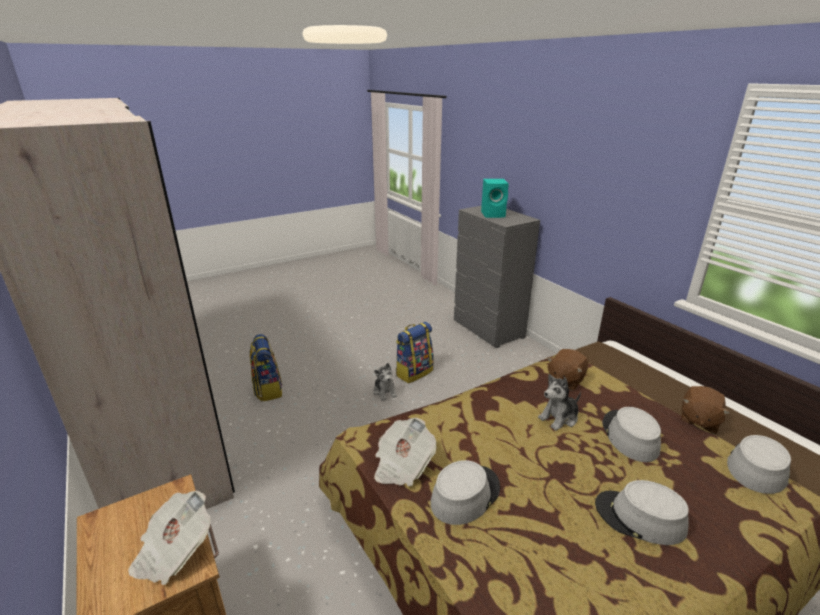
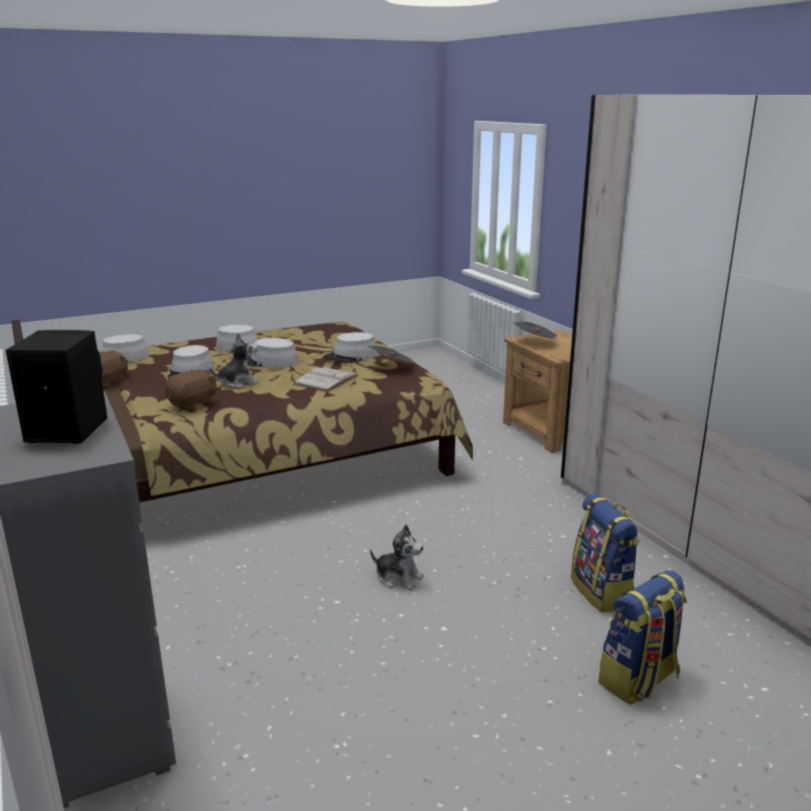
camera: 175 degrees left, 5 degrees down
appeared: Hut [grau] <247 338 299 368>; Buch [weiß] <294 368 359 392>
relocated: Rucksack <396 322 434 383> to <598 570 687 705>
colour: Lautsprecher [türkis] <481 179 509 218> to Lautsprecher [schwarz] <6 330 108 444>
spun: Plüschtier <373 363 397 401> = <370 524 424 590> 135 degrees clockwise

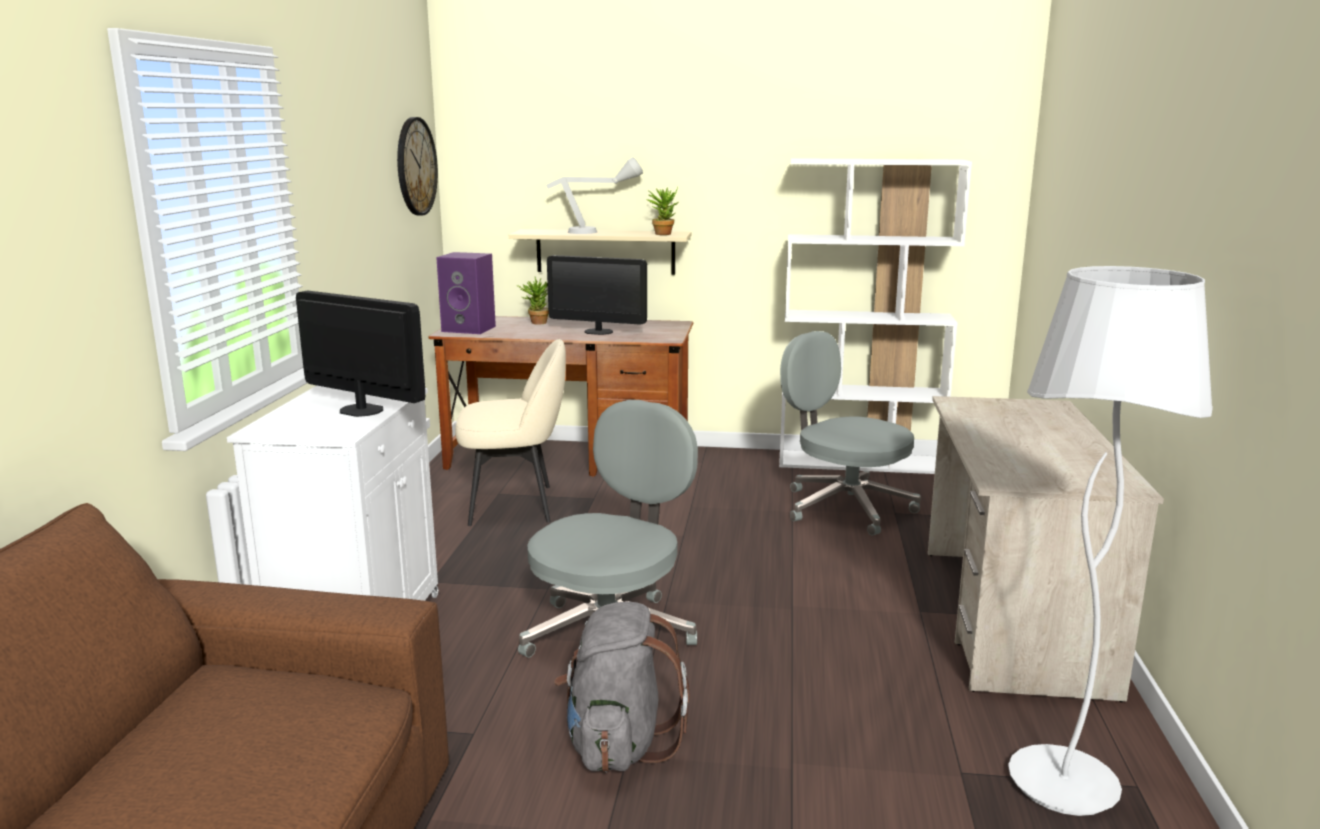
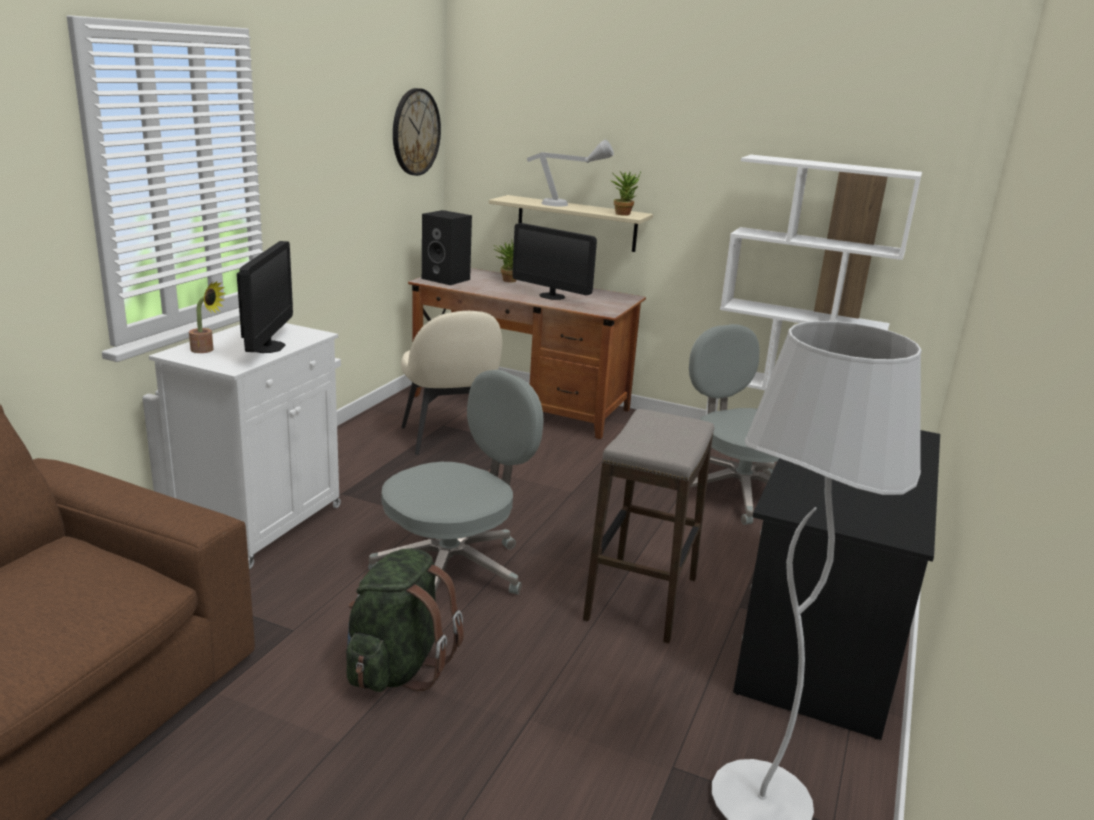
camera: 15 degrees right, 5 degrees up
appeared: Topfpflanze <189 280 226 353>; Hocker <583 409 714 643>
colour: Lautsprecher [lila] <436 252 496 334> to Lautsprecher [schwarz] <422 210 472 285>; Rucksack [grau] <554 601 690 772> to Rucksack [grün] <346 548 464 692>; Schreibtisch [beige] <928 396 1164 702> to Schreibtisch [schwarz] <733 430 940 740>
spun: Monitor <296 290 425 417> = <237 241 293 353> 45 degrees clockwise; Stuhl [beige] <455 339 566 526> = <401 311 502 455> 60 degrees clockwise

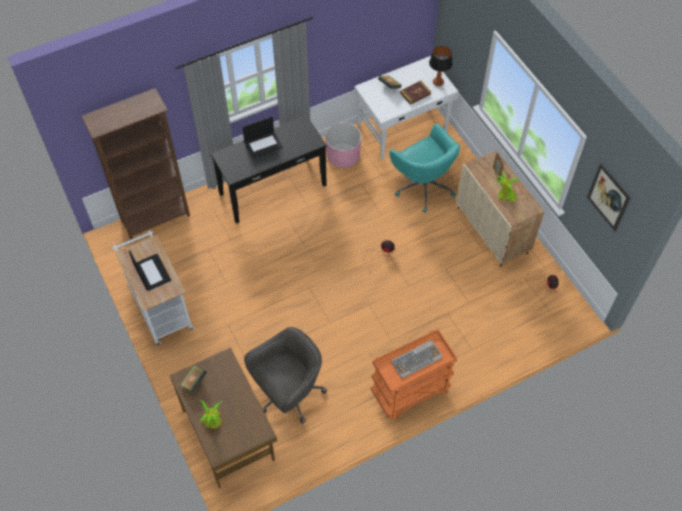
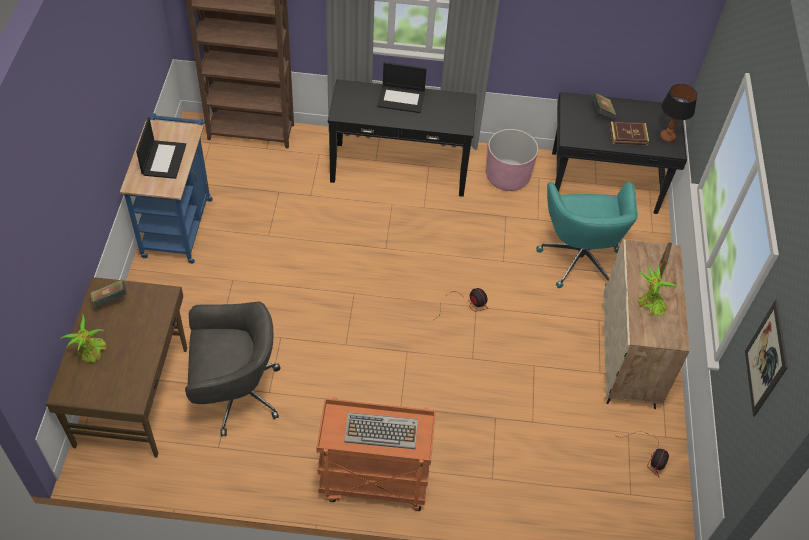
camera: 30 degrees right, 5 degrees down
colour: Rollwagen [weiß] <112 230 194 345> to Rollwagen [blau] <120 113 213 264>; Schreibtisch [weiß] <354 56 459 159> to Schreibtisch [schwarz] <552 92 687 214>

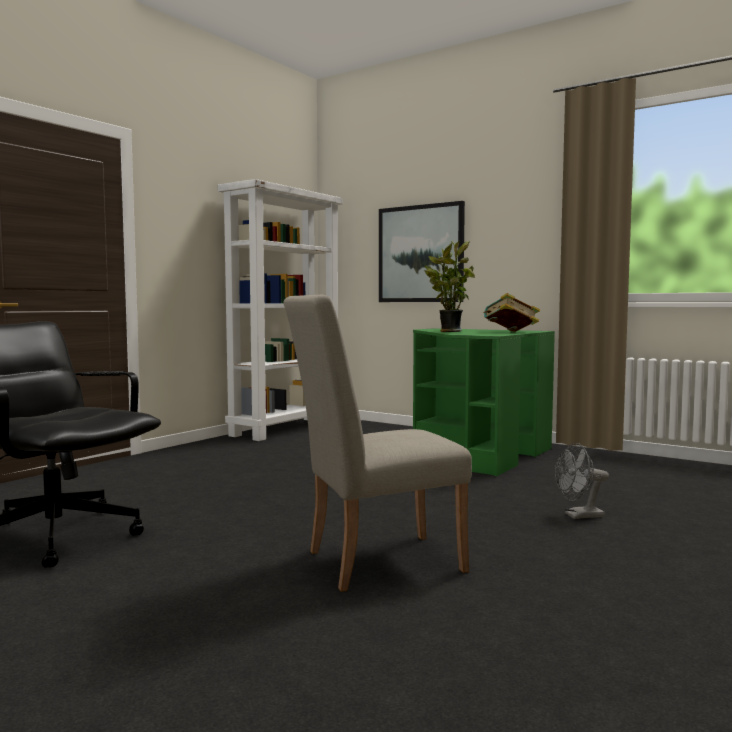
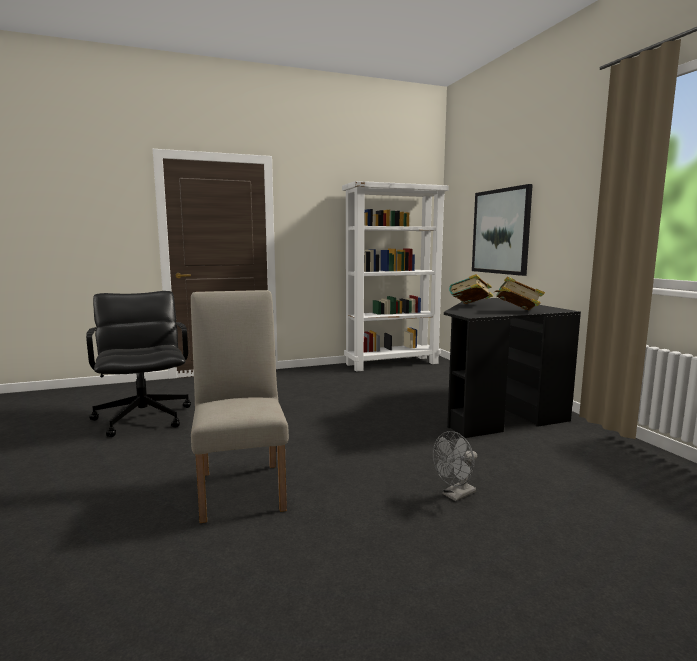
camera: 35 degrees right, 5 degrees up
exchanged: Topfpflanze <424 241 475 332> to Buch <449 274 493 304>
colour: Schreibtisch [grün] <413 328 555 476> to Schreibtisch [schwarz] <444 298 581 438>
spun: Stuhl [beige] <283 295 472 592> = <191 290 289 523> 60 degrees clockwise; Ventilator [grau] <555 443 609 519> = <433 431 477 501> 60 degrees counterclockwise

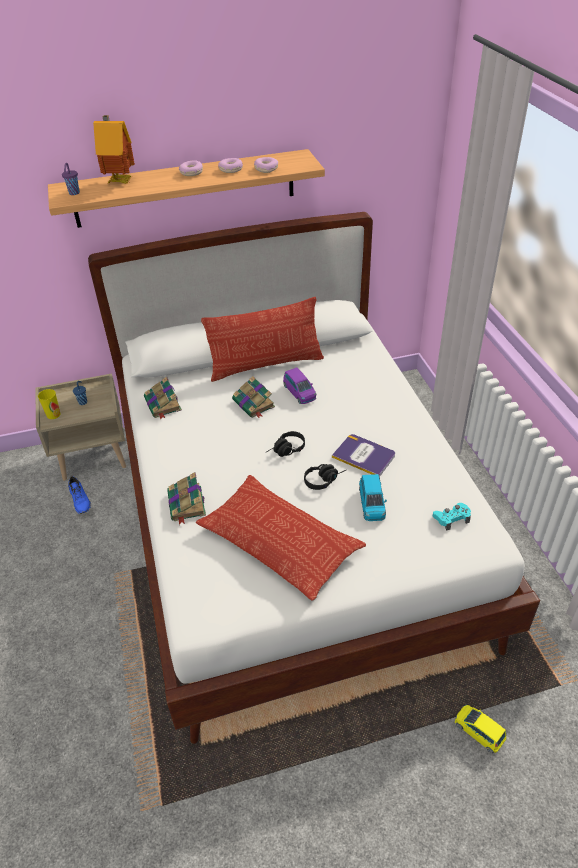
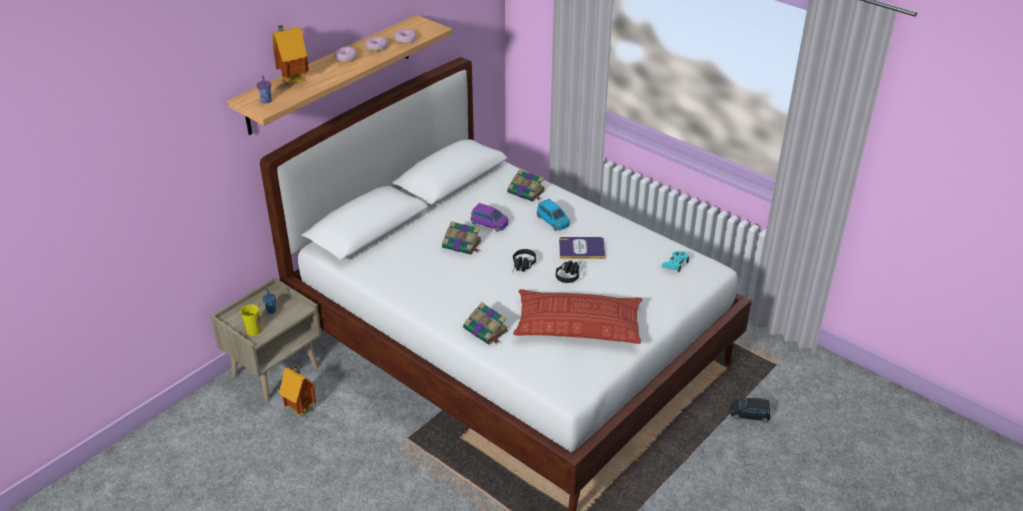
camera: 35 degrees left, 5 degrees down
missing: Kissen <201 297 324 382>
relocated: Buch <144 377 182 419> to <507 169 545 202>; Spielzeugauto [blau] <359 474 387 521> to <537 199 570 231>
exchanged: Schuh [blau] <68 476 91 514> to Spielzeughaus <279 365 317 418>
colour: Spielzeugauto [gelb] <455 705 507 753> to Spielzeugauto [schwarz] <730 398 770 423>

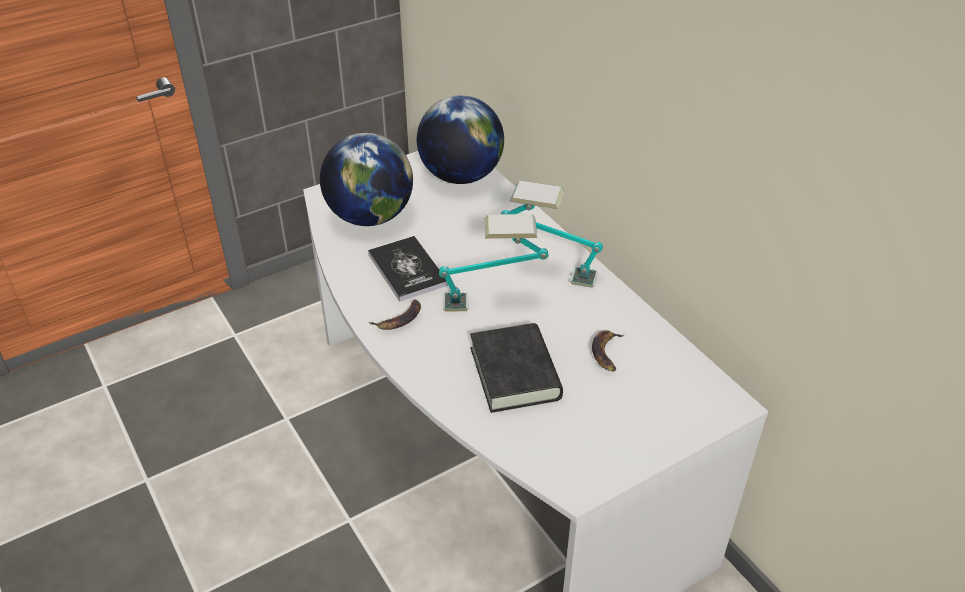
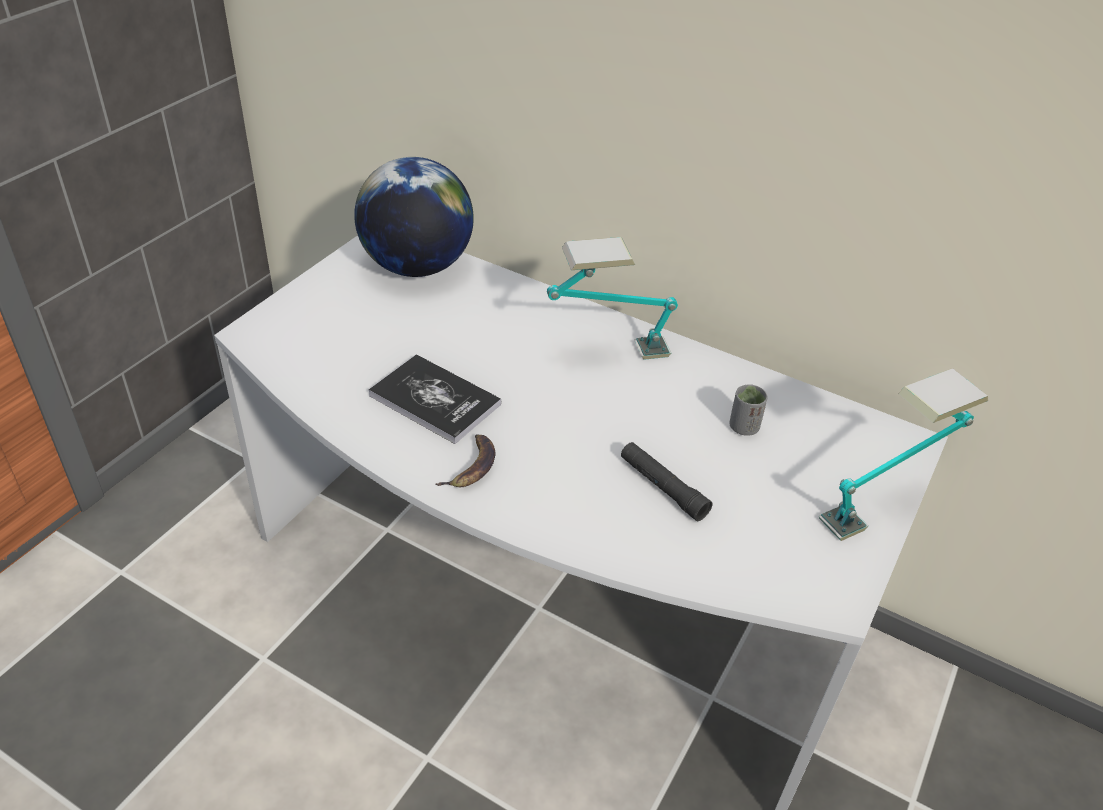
camera: 30 degrees left, 0 degrees up
missing: Globus <320 133 413 226>
relocated: Tischlampe <439 214 548 312> to <819 368 988 541>
exchanged: Buch [schwarz] <470 323 563 413> to Taschenlampe [schwarz] <621 442 713 521>; Banane <592 330 624 372> to Tasse [grau] <730 384 768 436>

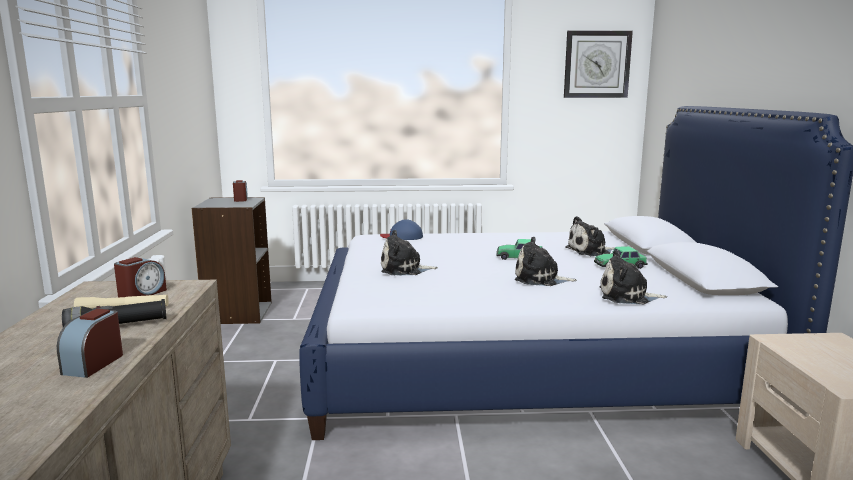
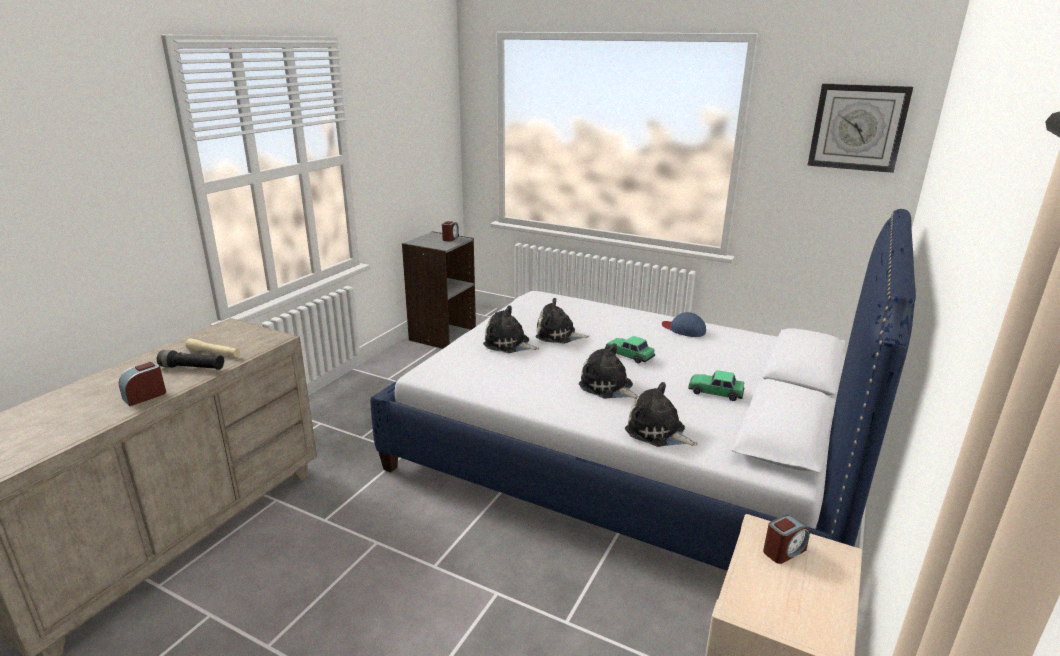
camera: 30 degrees right, 10 degrees up
relocated: Wecker <114 257 167 297> to <763 515 810 564>; Kappe [blau] <380 219 423 240> to <662 312 706 337>; Plüschtier <565 216 614 256> to <535 298 590 344>

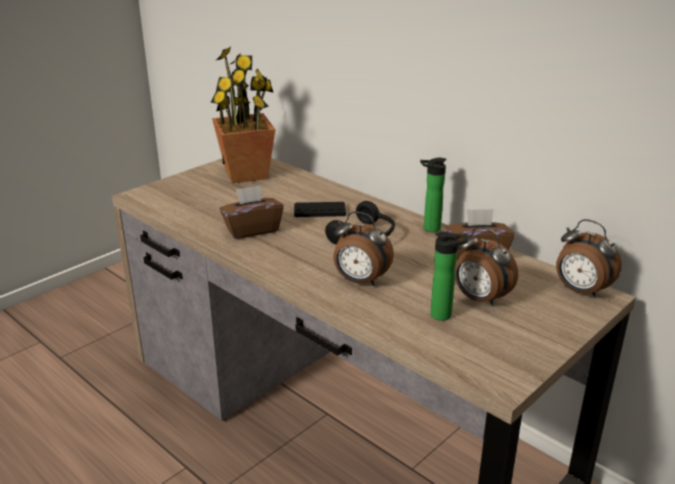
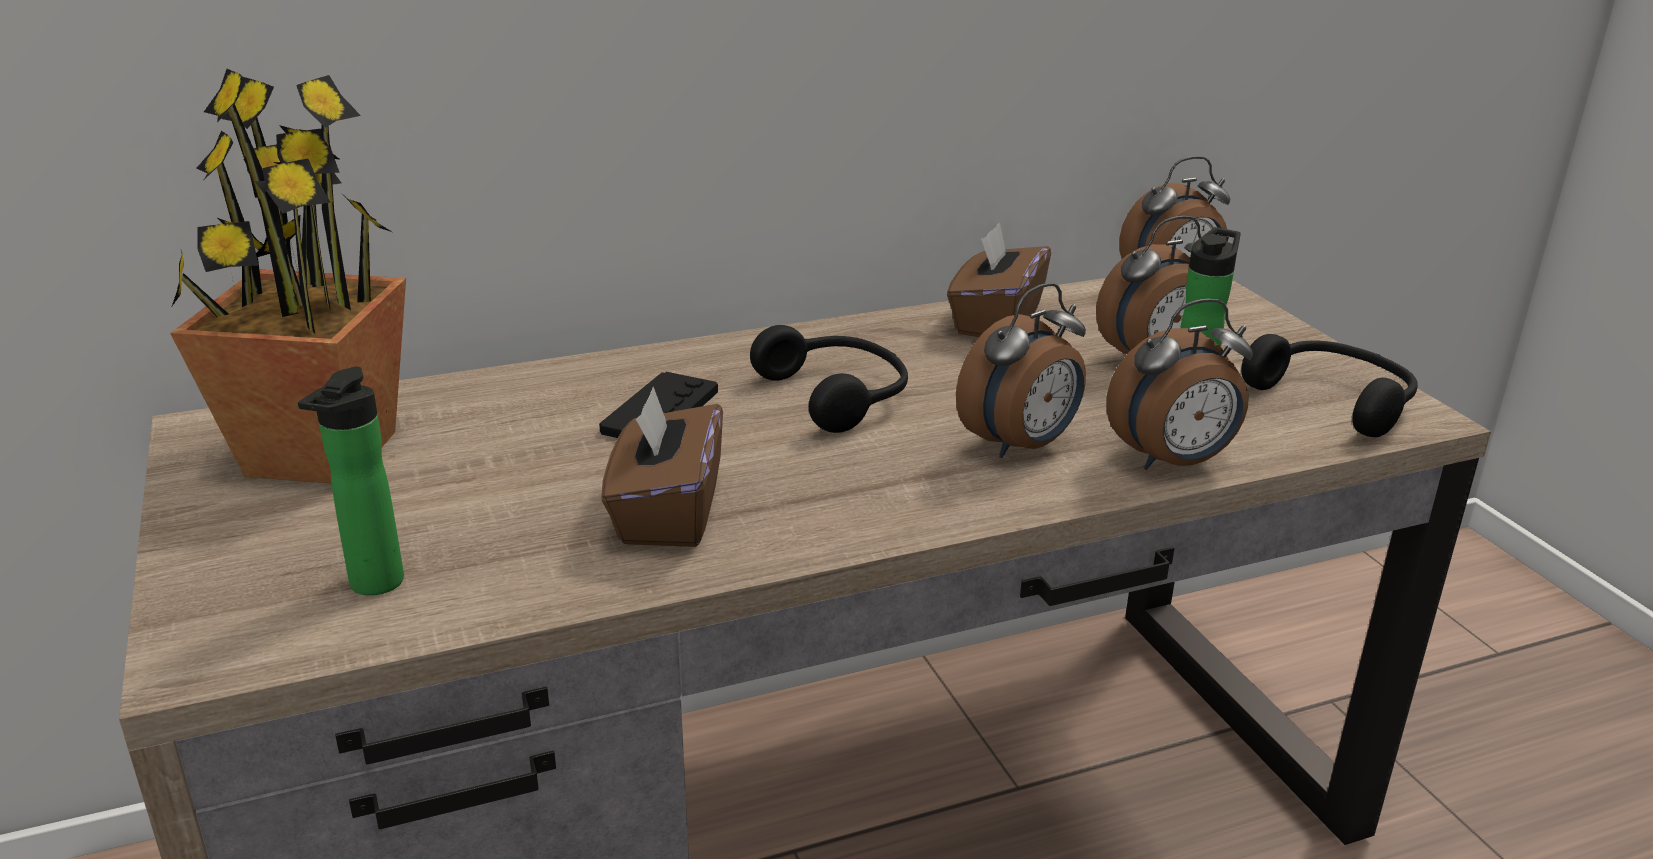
camera: 65 degrees left, 0 degrees up
appeared: Wecker <1106 299 1253 470>; Kopfhörer [schwarz] <1241 334 1418 437>
relocated: Flasche <420 158 447 232> to <298 366 404 596>

